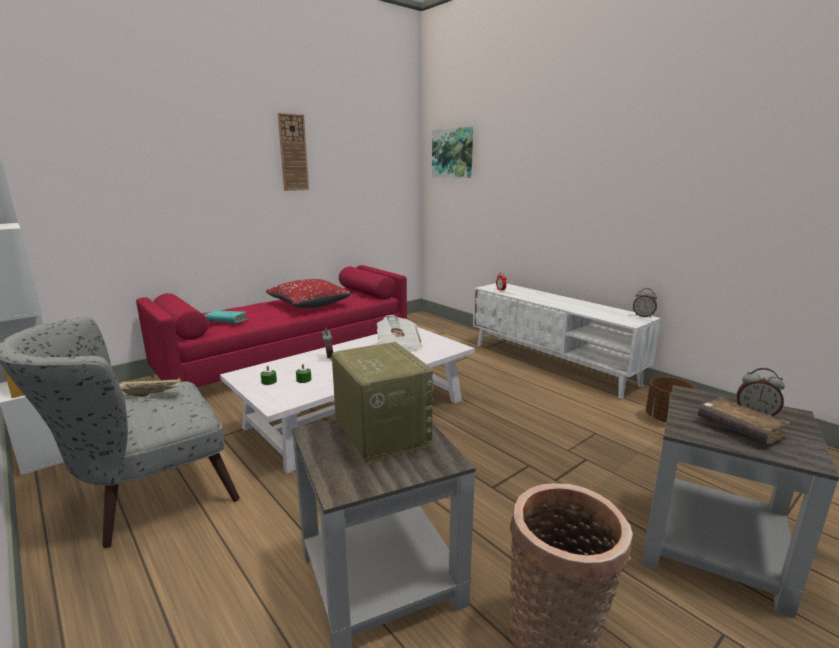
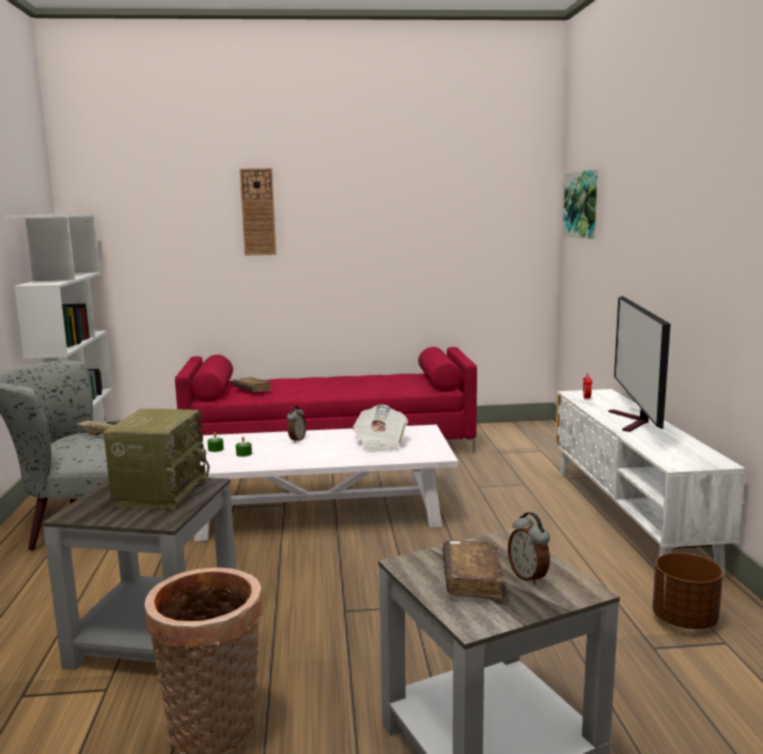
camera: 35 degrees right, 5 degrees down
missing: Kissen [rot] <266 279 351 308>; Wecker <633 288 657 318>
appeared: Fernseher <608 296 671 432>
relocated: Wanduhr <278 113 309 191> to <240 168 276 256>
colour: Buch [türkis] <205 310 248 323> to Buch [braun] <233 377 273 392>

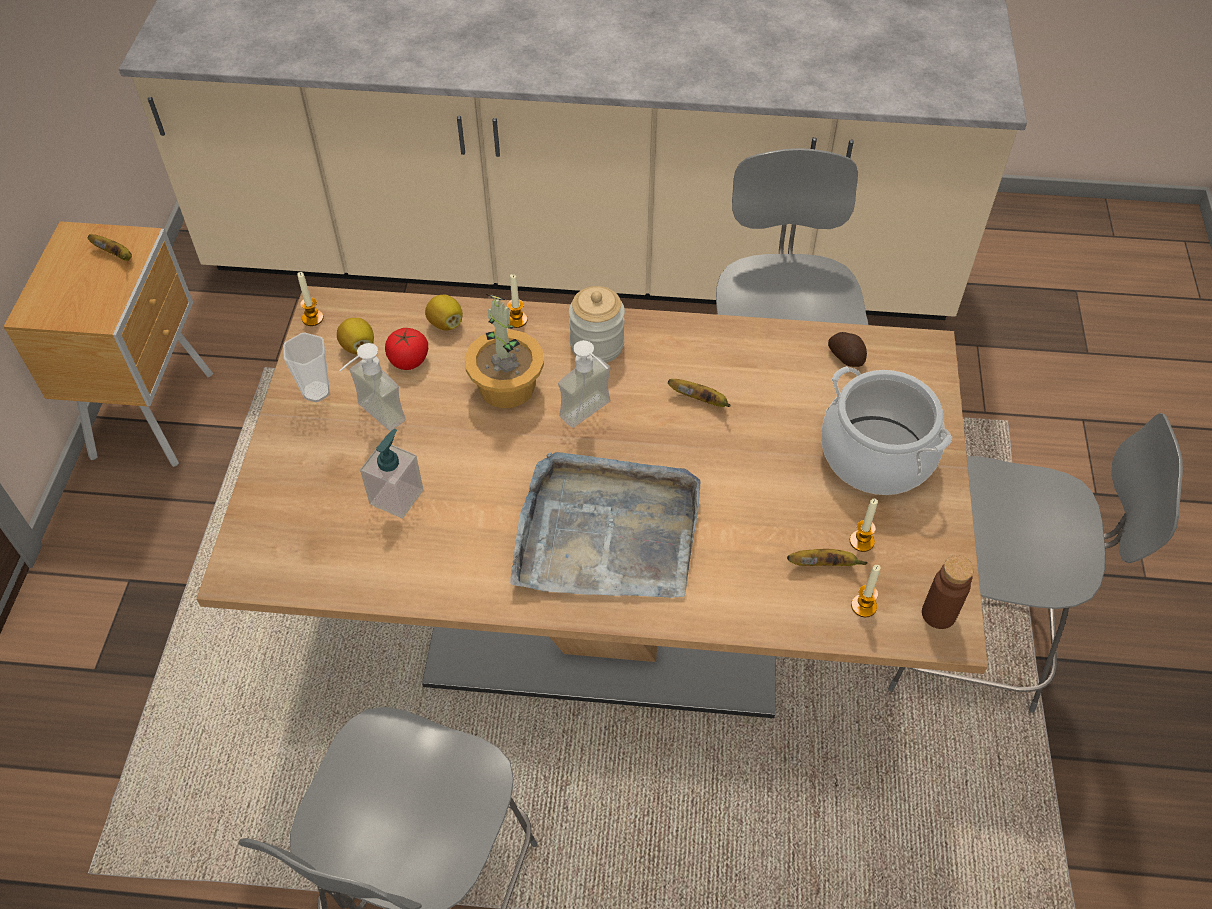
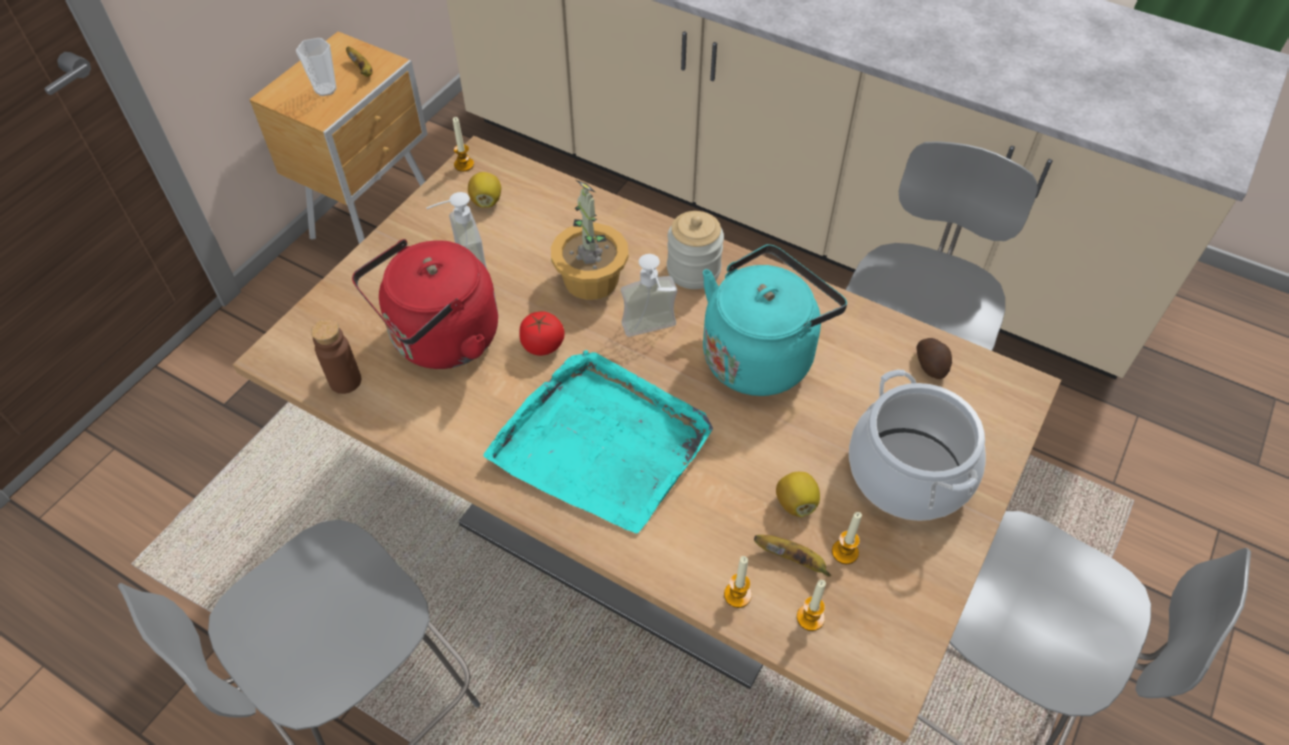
camera: 25 degrees right, 0 degrees up
relocated: Tasse <283 333 330 402> to <296 38 337 96>; Tomate <385 328 428 370> to <519 312 565 356>; Zitrone <425 295 463 330> to <776 472 820 517>; Kerze <507 274 528 328> to <724 556 752 608>; Flasche [braun] <922 555 974 629> to <311 319 361 394>
exchanged: Seifenspender <360 429 424 519> to Wasserkessel [rot] <352 239 498 369>; Banane <668 379 731 407> to Wasserkessel [türkis] <703 244 847 396>
colour: Tablett [grau] <510 452 700 598> to Tablett [türkis] <484 350 713 533>

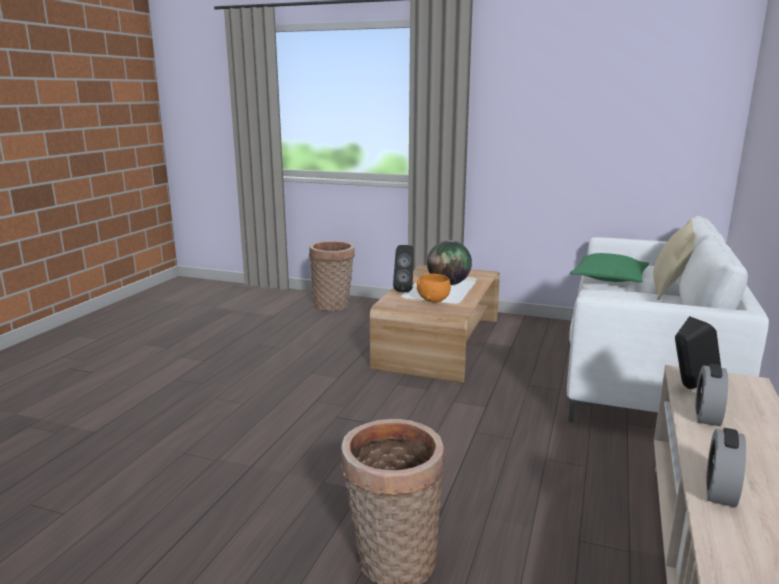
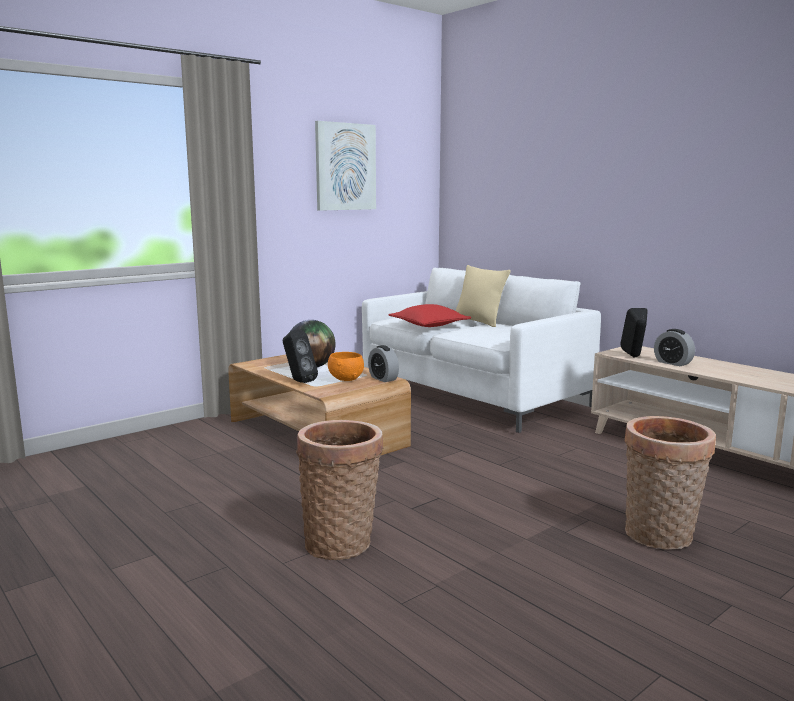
camera: 60 degrees left, 5 degrees down
appeared: Bild <315 121 376 211>
relocated: Korb <309 241 355 311> to <296 420 383 560>; Wecker <706 428 746 507> to <368 345 399 382>
colour: Kissen [grün] <570 253 649 282> to Kissen [rot] <389 304 471 327>

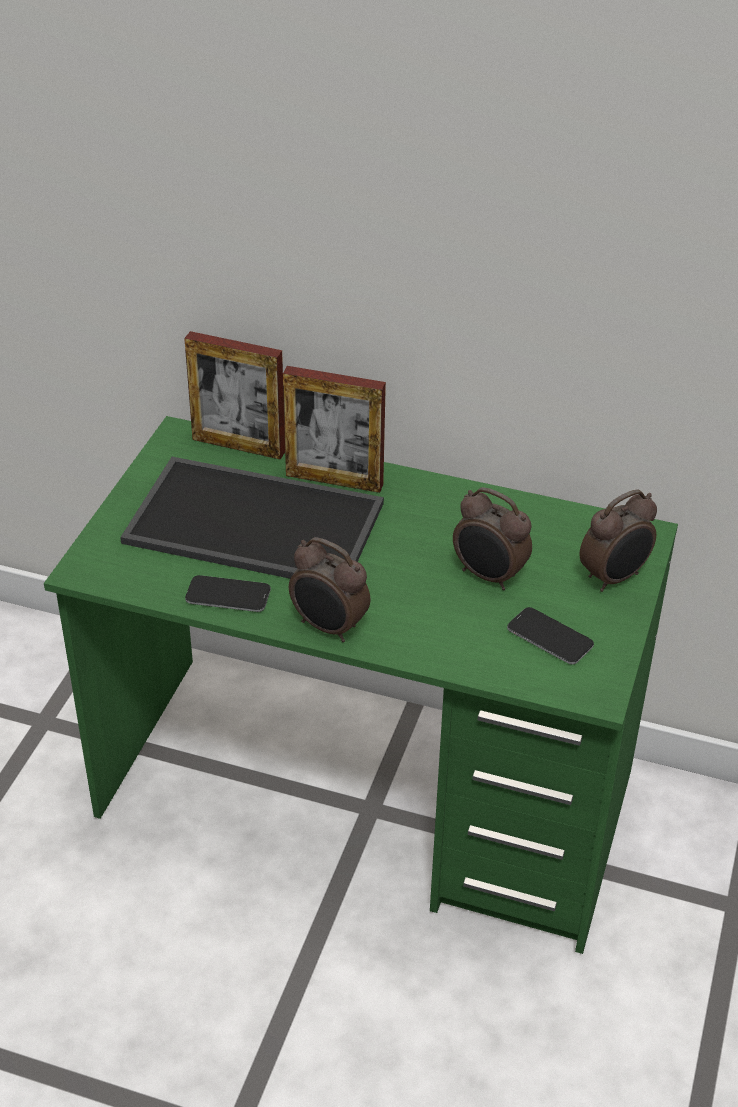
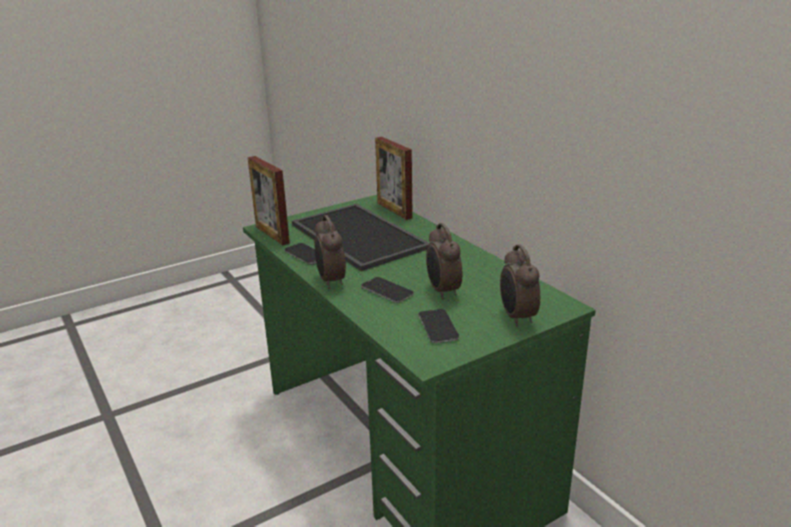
camera: 40 degrees right, 15 degrees down
appeared: Handy <361 277 414 303>
relocated: Bilderrahmen <283 366 386 493> to <248 156 290 246>
spun: Wecker <580 489 657 592> = <500 244 540 327> 75 degrees clockwise

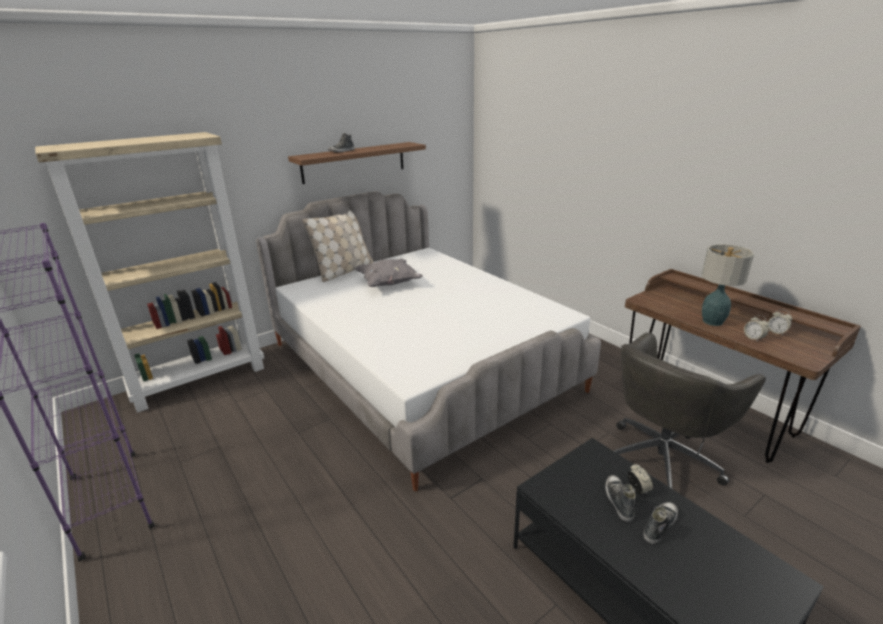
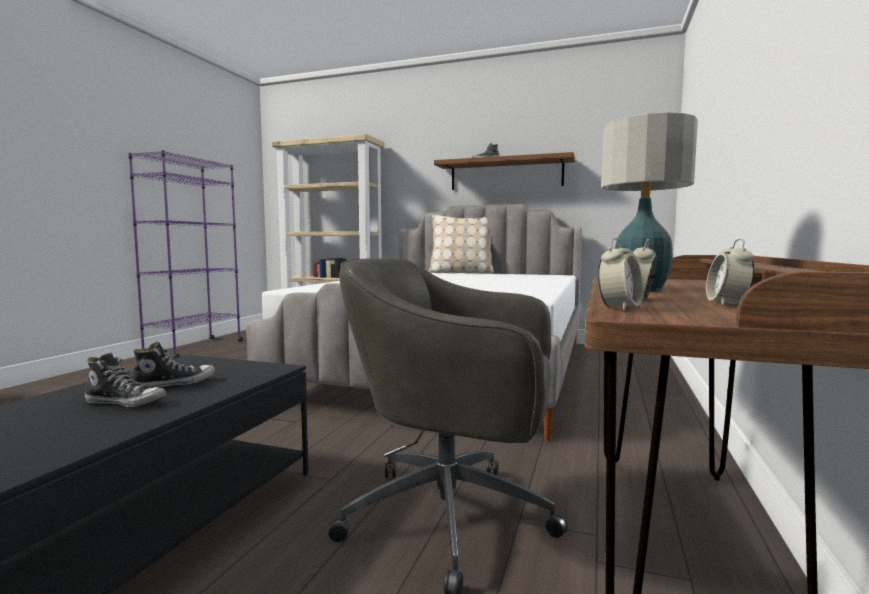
camera: 55 degrees right, 20 degrees down
missing: Kissen [grau] <354 259 423 287>
relocated: Wecker <628 464 653 495> to <598 238 643 311>

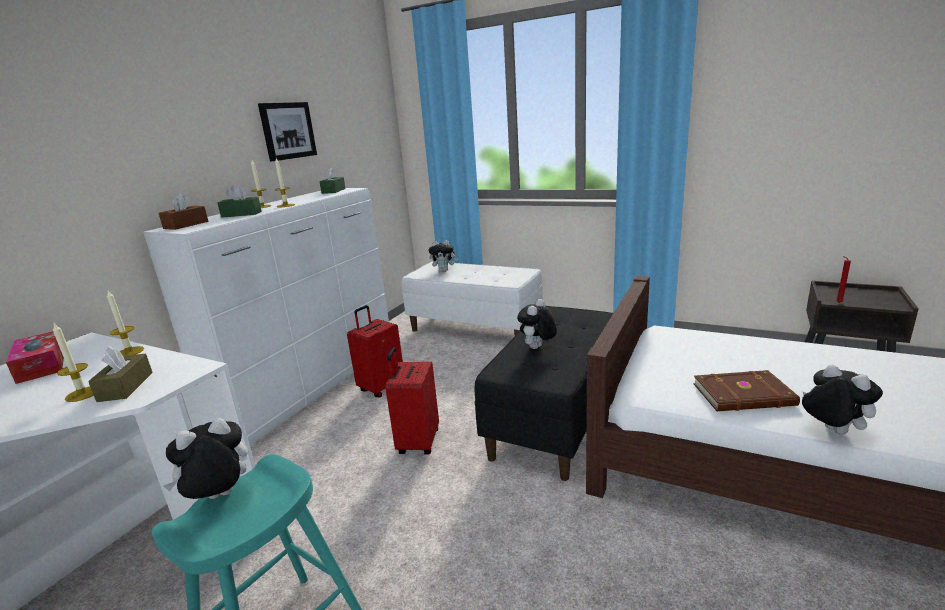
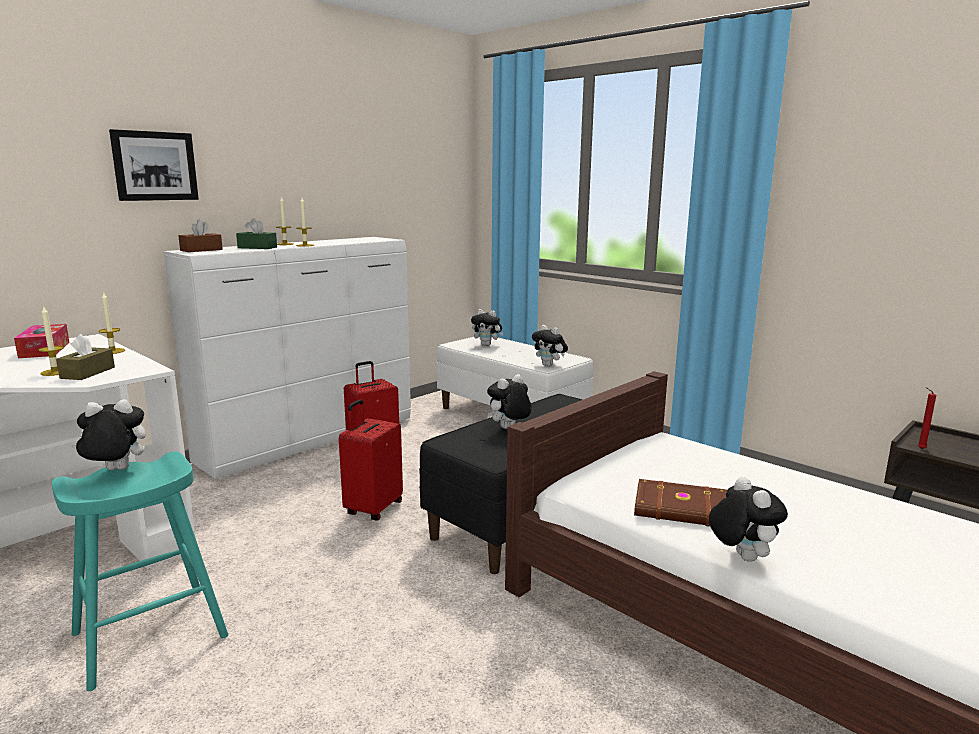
camera: 15 degrees right, 5 degrees down
missing: Taschentuchbox [grün] <319 167 346 194>
appeared: Plüschtier <532 325 568 367>
relocated: Bild <258 102 317 161> to <109 129 199 201>

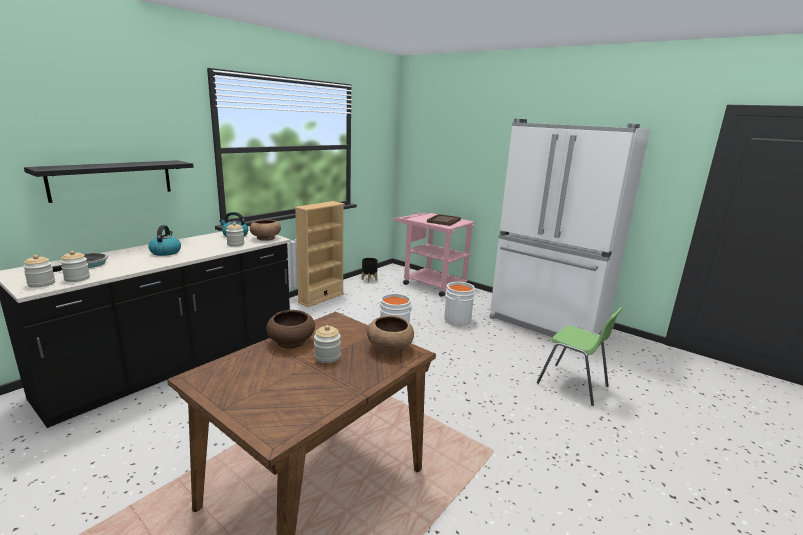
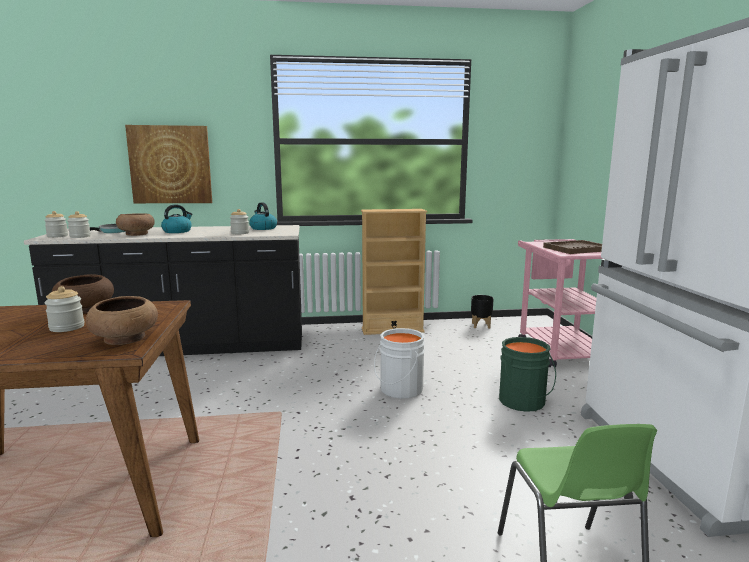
camera: 45 degrees right, 5 degrees down
relocated: Schüssel [braun] <250 220 281 241> to <116 213 155 236>
exchanged: Wandregal [schwarz] <24 160 194 203> to Bild <125 125 212 203>
colour: Eimer [weiß] <444 282 475 326> to Eimer [grün] <499 337 556 412>

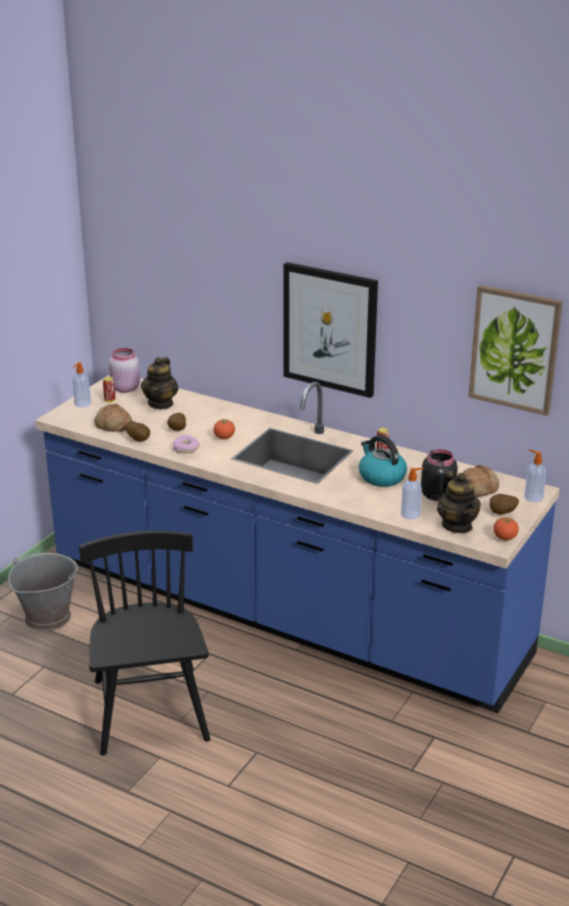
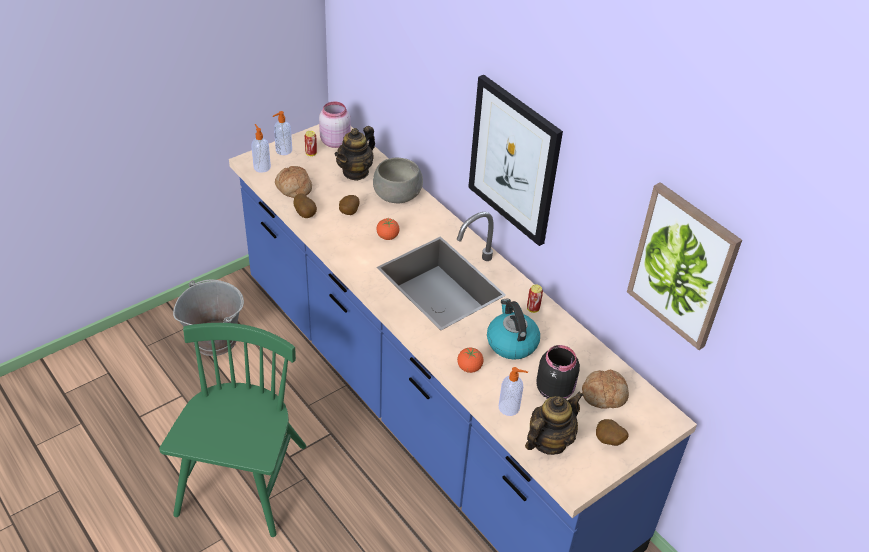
camera: 20 degrees right, 15 degrees up
missing: Donut <173 435 199 454>
appeared: Schüssel [grau] <373 158 423 203>
relocated: Tomate <493 517 519 540> to <457 348 483 373>; Seifenspender <524 449 546 502> to <251 124 271 173>
colour: Stuhl [schwarz] <79 531 210 756> to Stuhl [grün] <159 323 306 537>
spun: Teekanne <437 471 481 533> = <525 392 583 455> 135 degrees counterclockwise

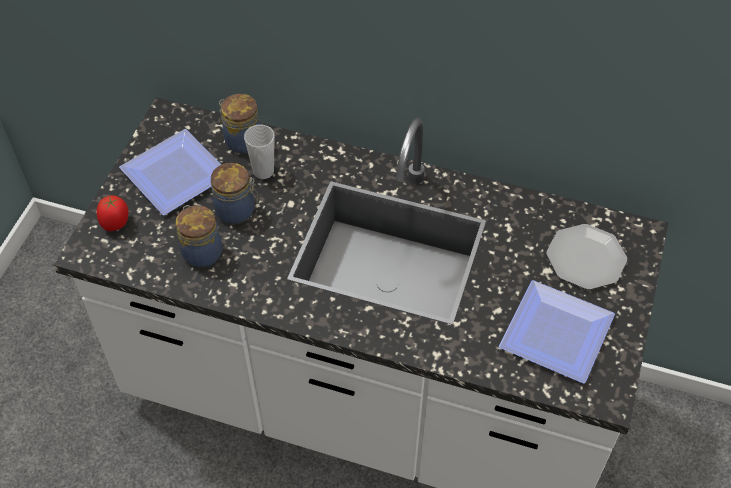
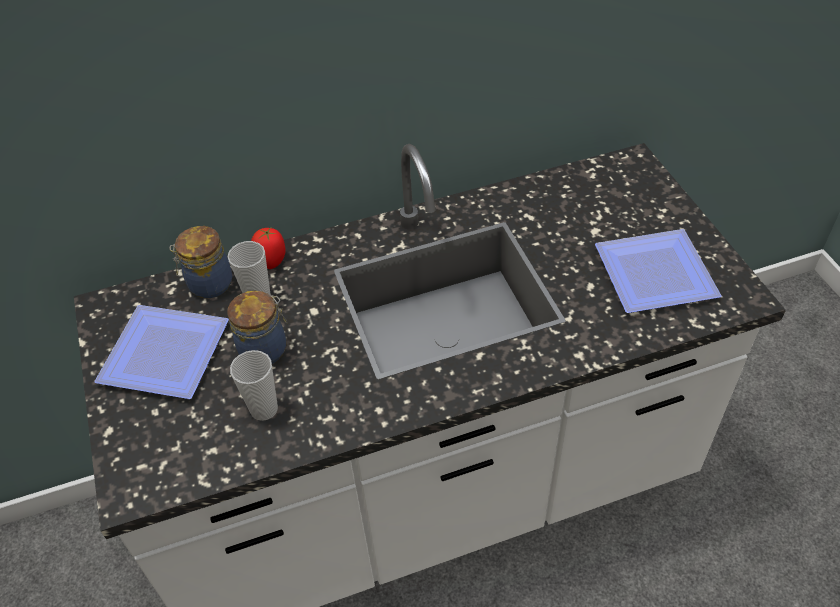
camera: 35 degrees left, 5 degrees down
missing: Teller <546 224 627 290>
relocated: Tomate <97 195 128 231> to <251 228 285 269>
exchanged: Vorratsglas <176 205 222 268> to Tasse <230 350 278 421>

